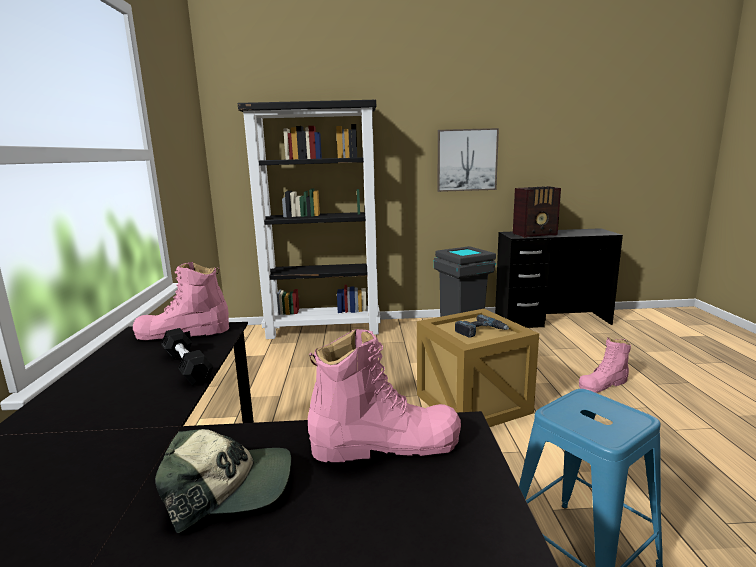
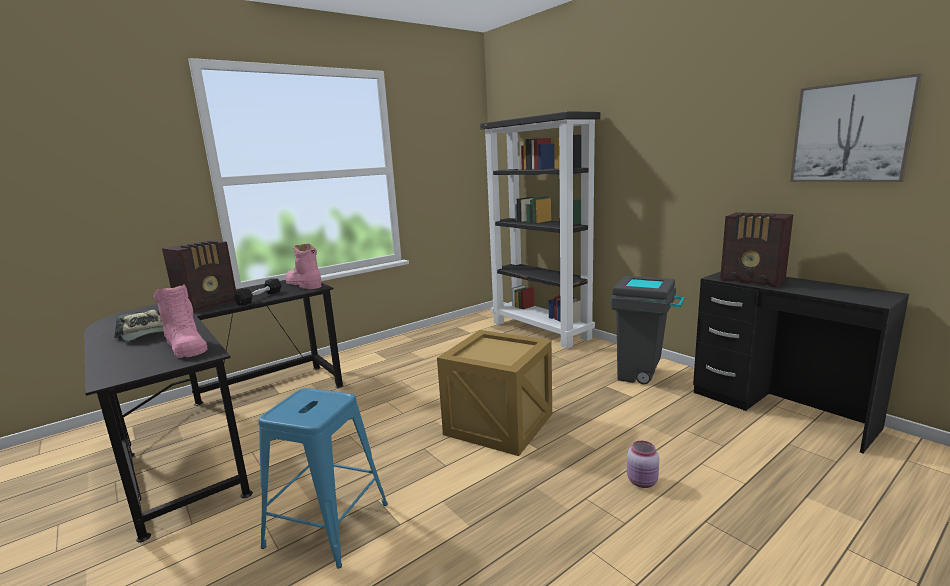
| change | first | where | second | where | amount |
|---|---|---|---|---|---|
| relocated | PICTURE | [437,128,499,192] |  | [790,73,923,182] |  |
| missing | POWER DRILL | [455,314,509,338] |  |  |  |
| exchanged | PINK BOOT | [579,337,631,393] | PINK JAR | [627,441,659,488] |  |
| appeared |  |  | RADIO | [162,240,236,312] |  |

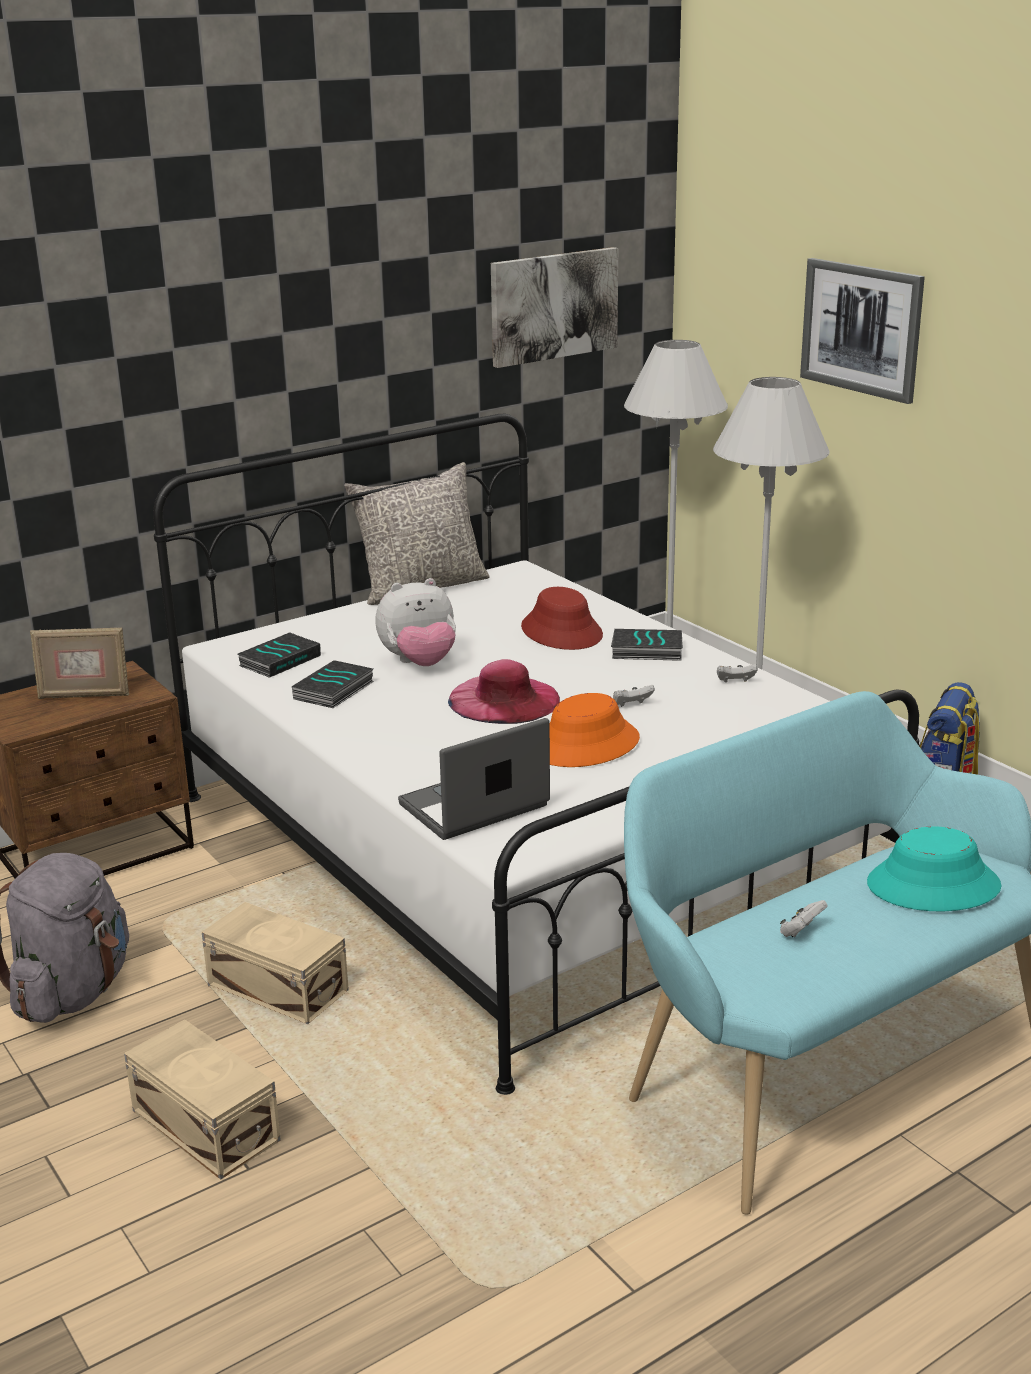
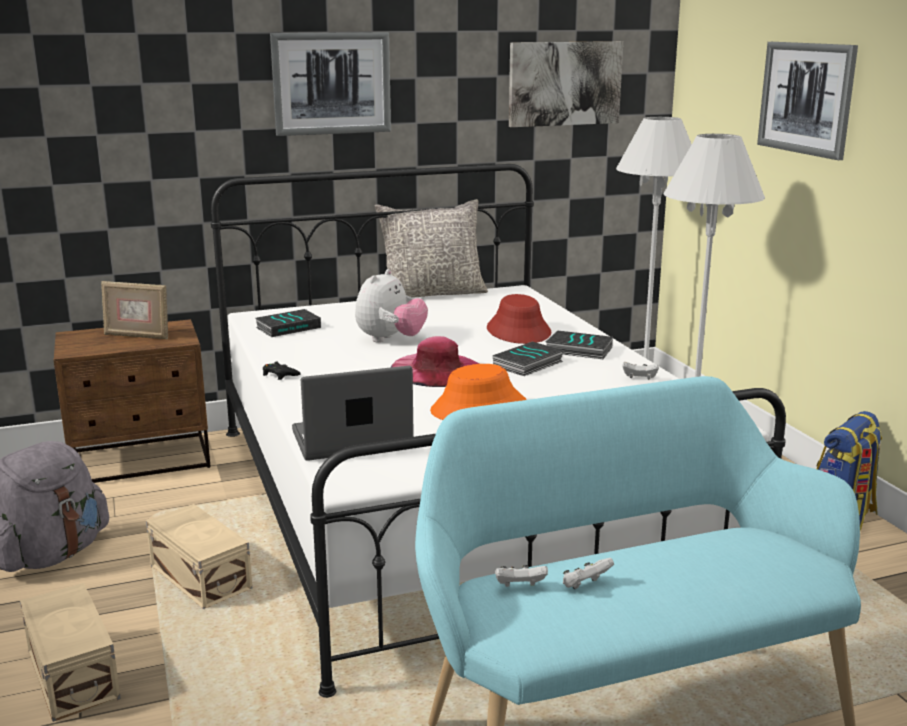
| change | first | where | second | where | amount |
|---|---|---|---|---|---|
| spun | PLUSH TOY | [375,578,456,666] |  | [355,269,428,342] | 60 degrees counterclockwise |
| relocated | BOOK | [292,660,374,708] |  | [493,342,564,376] |  |
| relocated | WHITE GAME CONTROLLER | [613,685,655,707] |  | [495,565,548,587] |  |
| missing | TURQUOISE HAT | [867,827,1001,911] |  |  |  |
| appeared |  |  | PICTURE | [270,32,391,136] |  |
| appeared |  |  | BLACK GAME CONTROLLER | [263,362,301,380] |  |

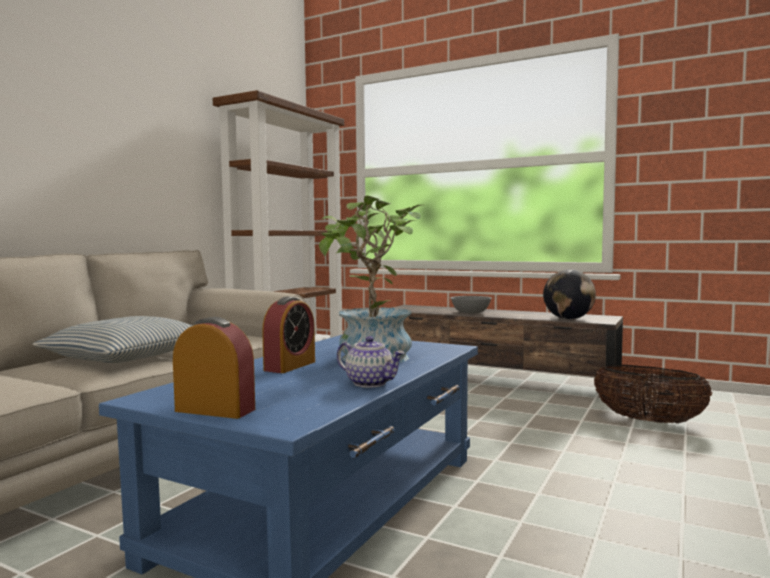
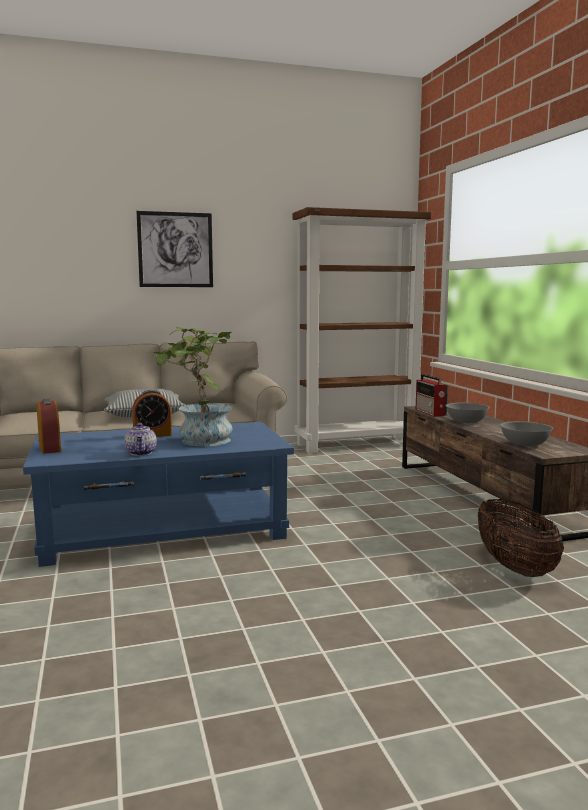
| change | first | where | second | where | amount |
|---|---|---|---|---|---|
| exchanged | GLOBE | [543,269,596,319] | GREY BOWL | [500,421,554,446] |  |
| appeared |  |  | PICTURE | [136,211,213,287] |  |
| appeared |  |  | RADIO | [415,374,448,417] |  |

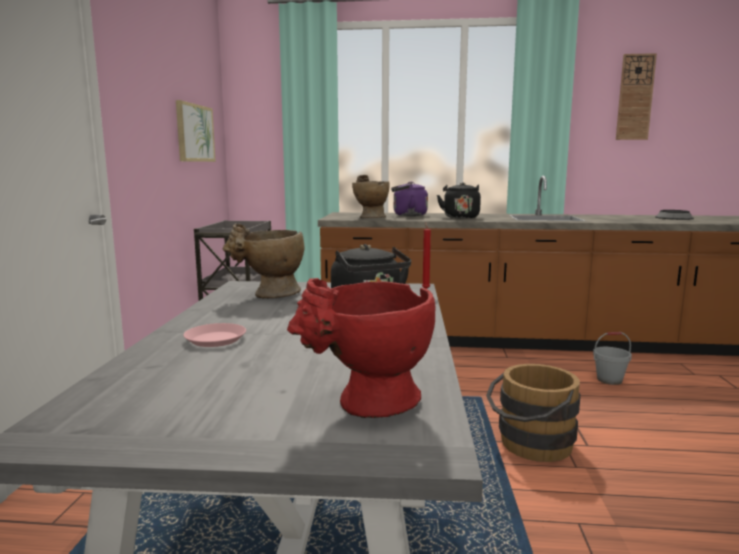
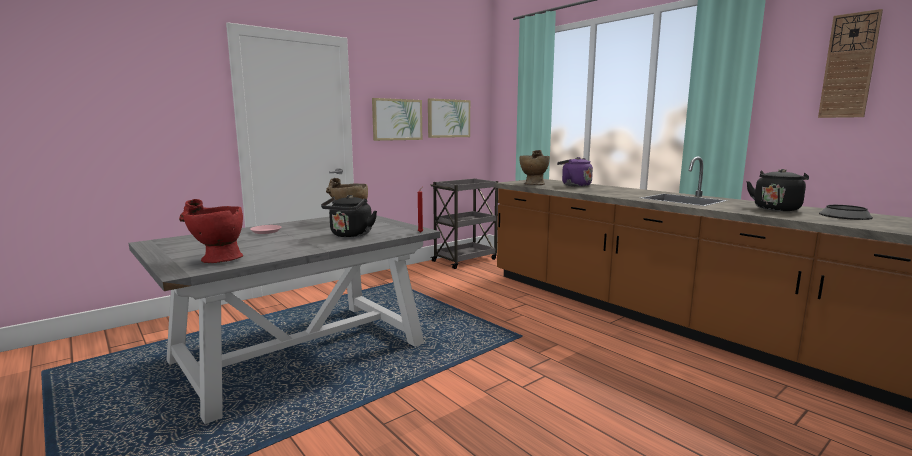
| change | first | where | second | where | amount |
|---|---|---|---|---|---|
| relocated | BLACK KETTLE | [437,182,481,219] |  | [746,169,809,211] |  |
| missing | GREY BUCKET | [593,332,632,385] |  |  |  |
| missing | BROWN BUCKET | [486,364,580,462] |  |  |  |
| appeared |  |  | PICTURE | [372,98,422,141] |  |

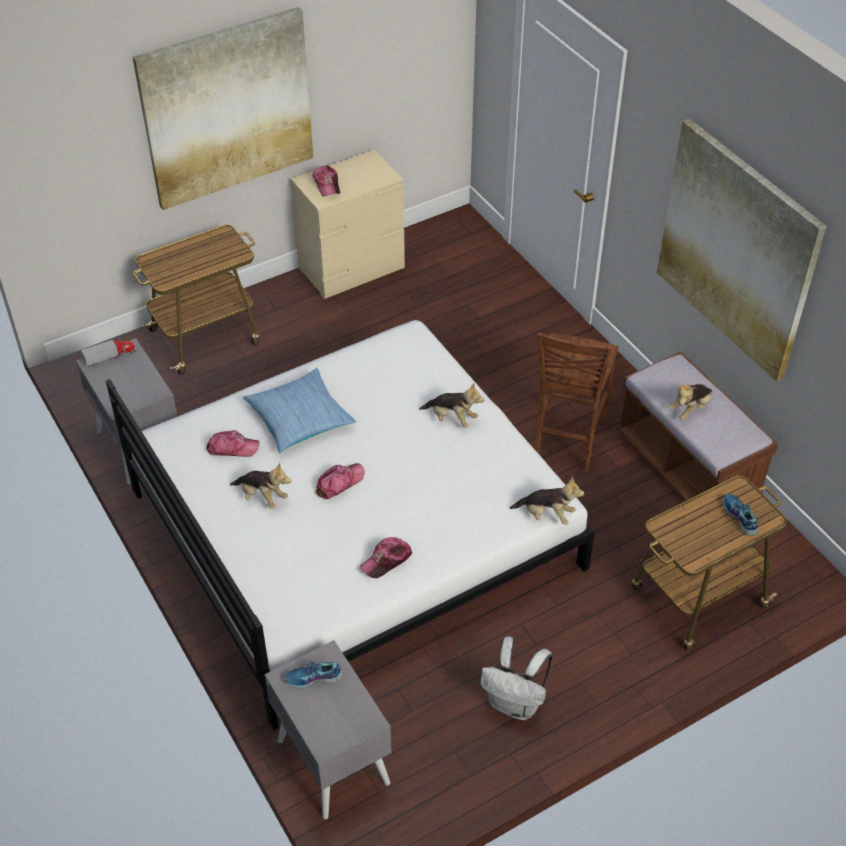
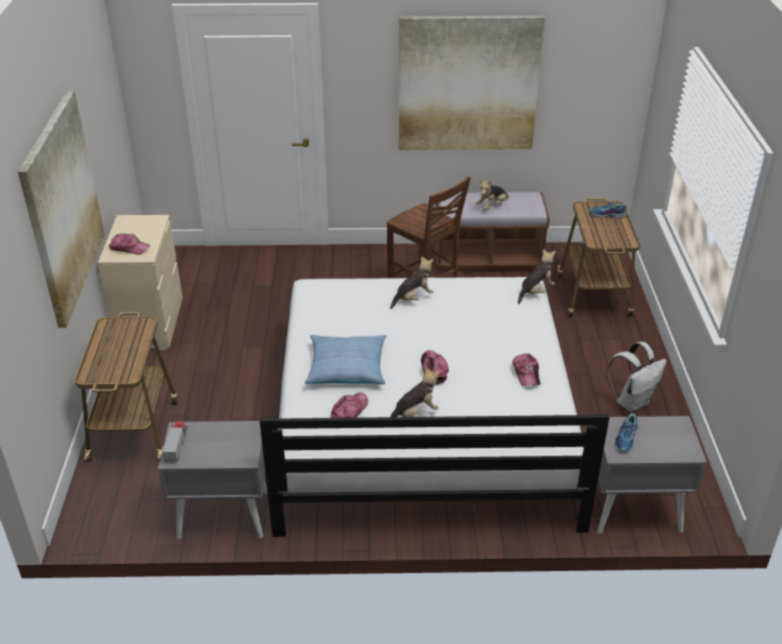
| change | first | where | second | where | amount |
|---|---|---|---|---|---|
| spun | PLUSH TOY | [669,384,712,420] |  | [476,181,509,210] | 60 degrees clockwise |

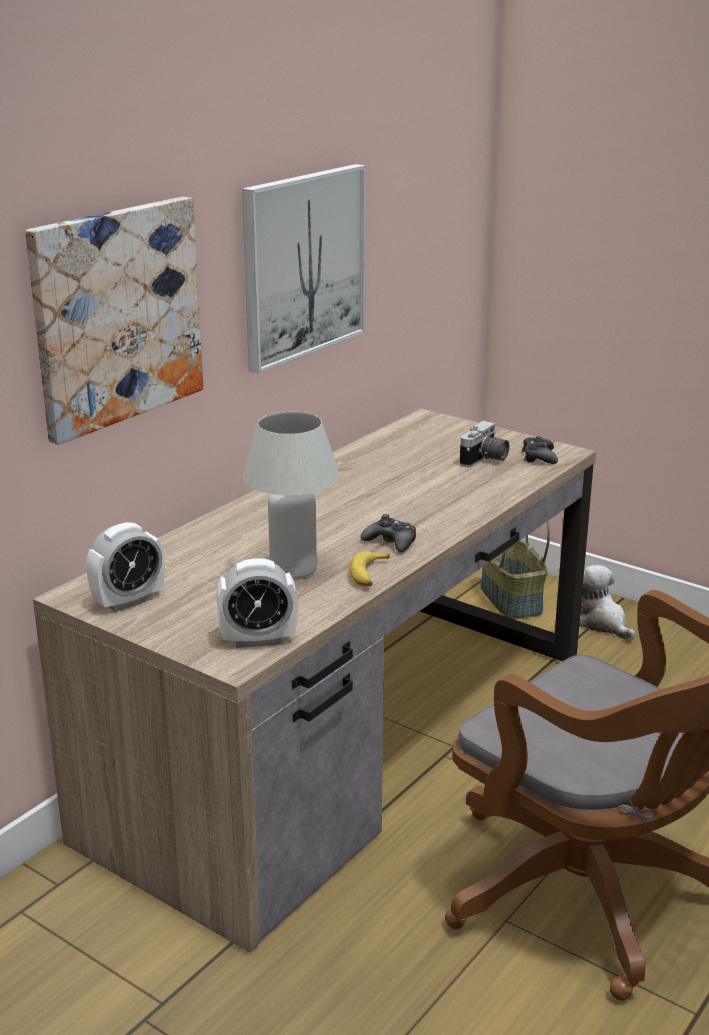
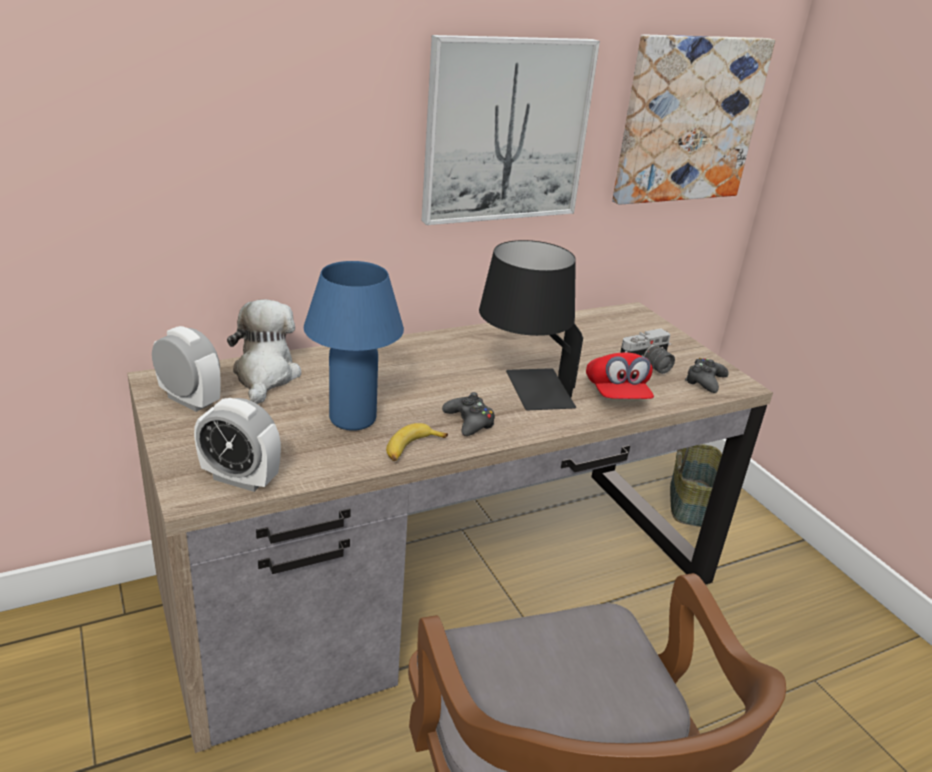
| change | first | where | second | where | amount |
|---|---|---|---|---|---|
| relocated | PICTURE | [25,197,203,445] |  | [612,34,775,205] |  |
| colour | WHITE TABLE LAMP | [243,412,339,580] | BLUE TABLE LAMP | [304,261,404,431] |  |
| spun | ALARM CLOCK | [86,522,165,612] |  | [152,326,221,412] | 135 degrees counterclockwise |
| relocated | PLUSH TOY | [579,565,635,640] |  | [227,299,301,404] |  |
| appeared |  |  | BLACK TABLE LAMP | [479,240,583,410] |  |
| appeared |  |  | RED CAP | [586,353,654,399] |  |

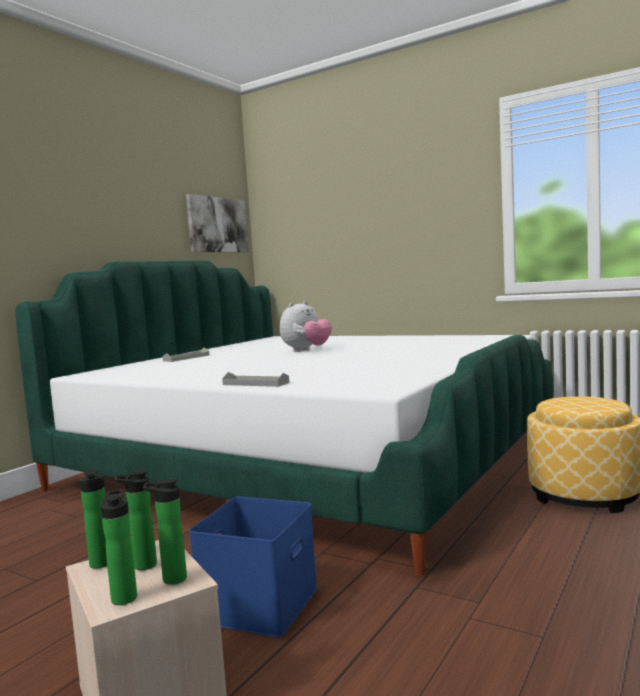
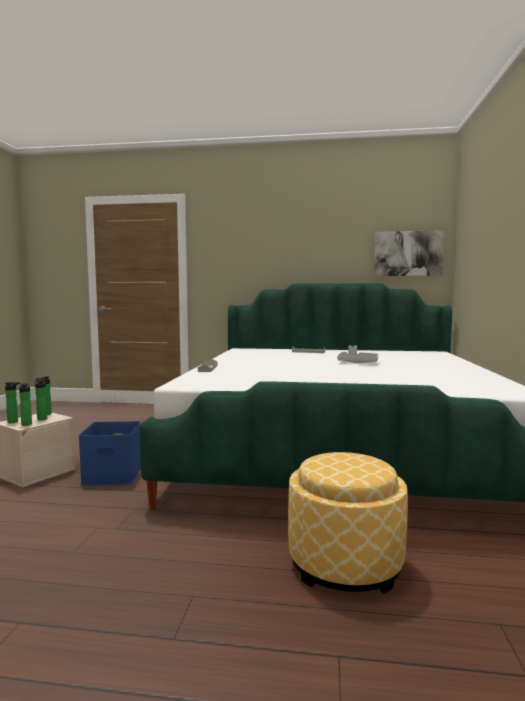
| change | first | where | second | where | amount |
|---|---|---|---|---|---|
| exchanged | PLUSH TOY | [280,301,332,352] | GREY TRAY | [337,345,378,363] |  |

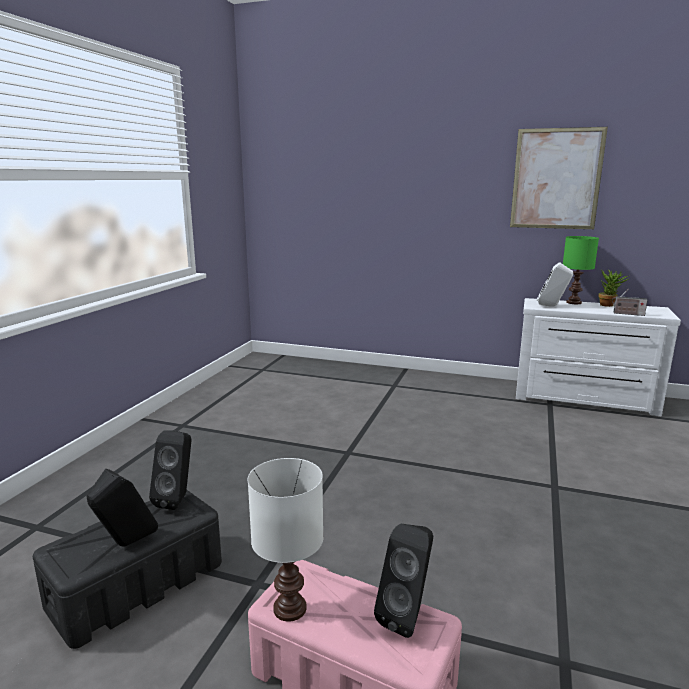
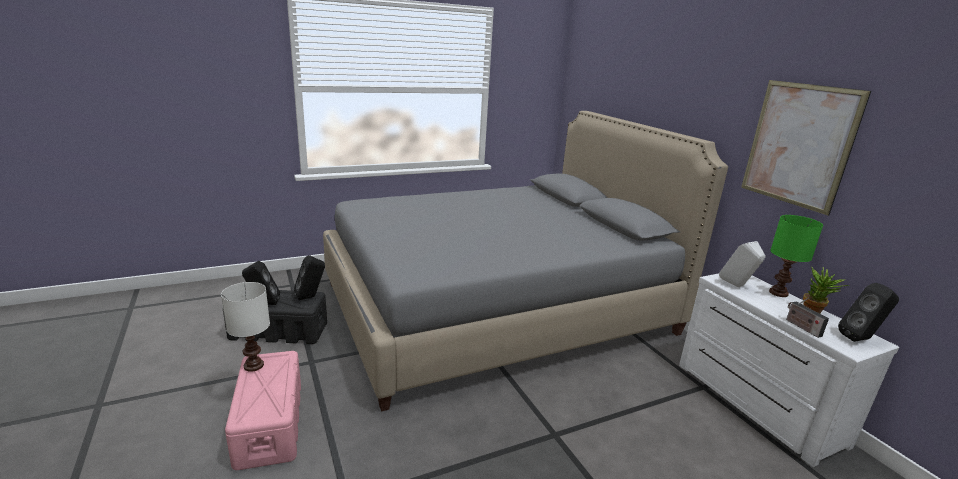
| change | first | where | second | where | amount |
|---|---|---|---|---|---|
| relocated | BLACK SPEAKER | [374,523,433,638] |  | [838,283,899,342] |  |
| appeared |  |  | GREY BED | [323,111,728,412] |  |

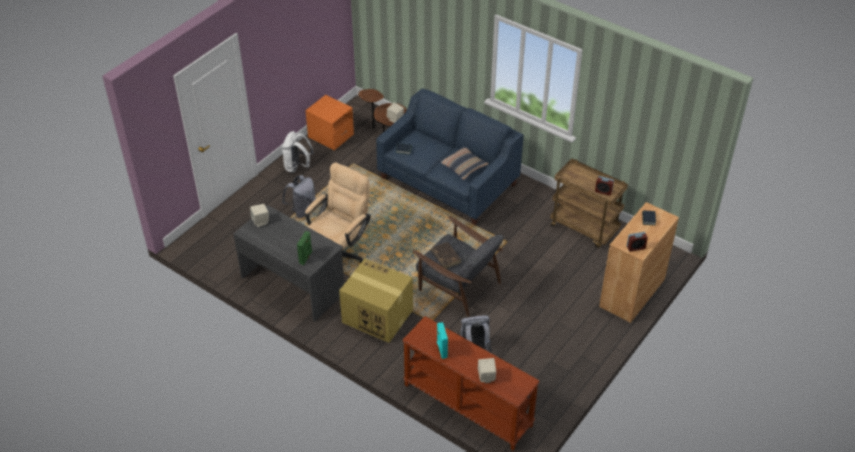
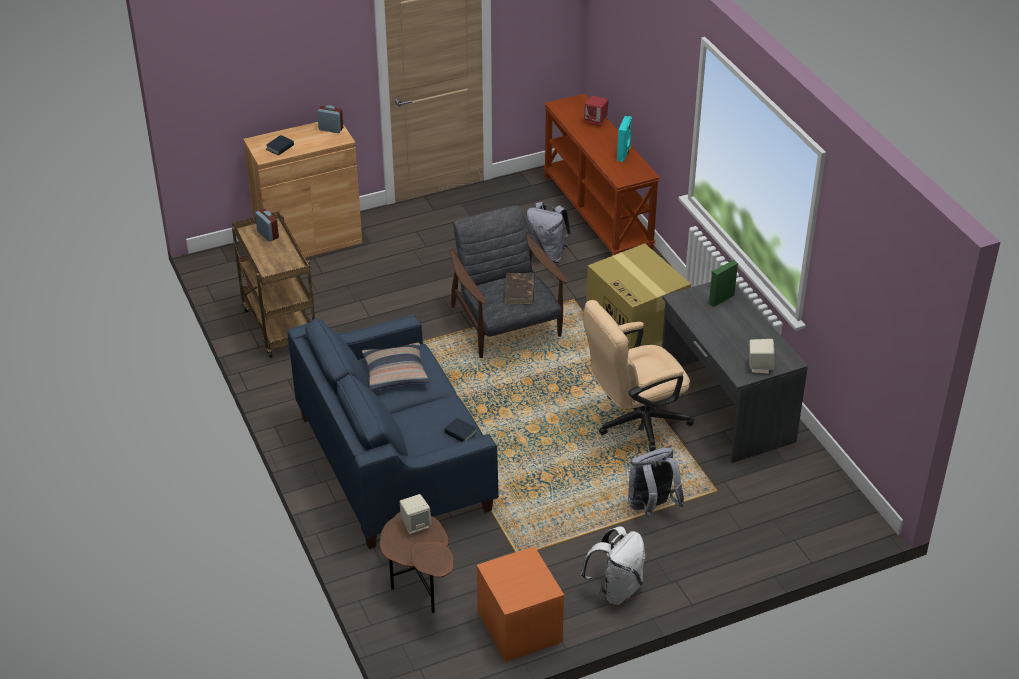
| change | first | where | second | where | amount |
|---|---|---|---|---|---|
| colour | BEIGE SPEAKER | [478,358,496,383] | RED SPEAKER | [584,96,609,126] |  |

